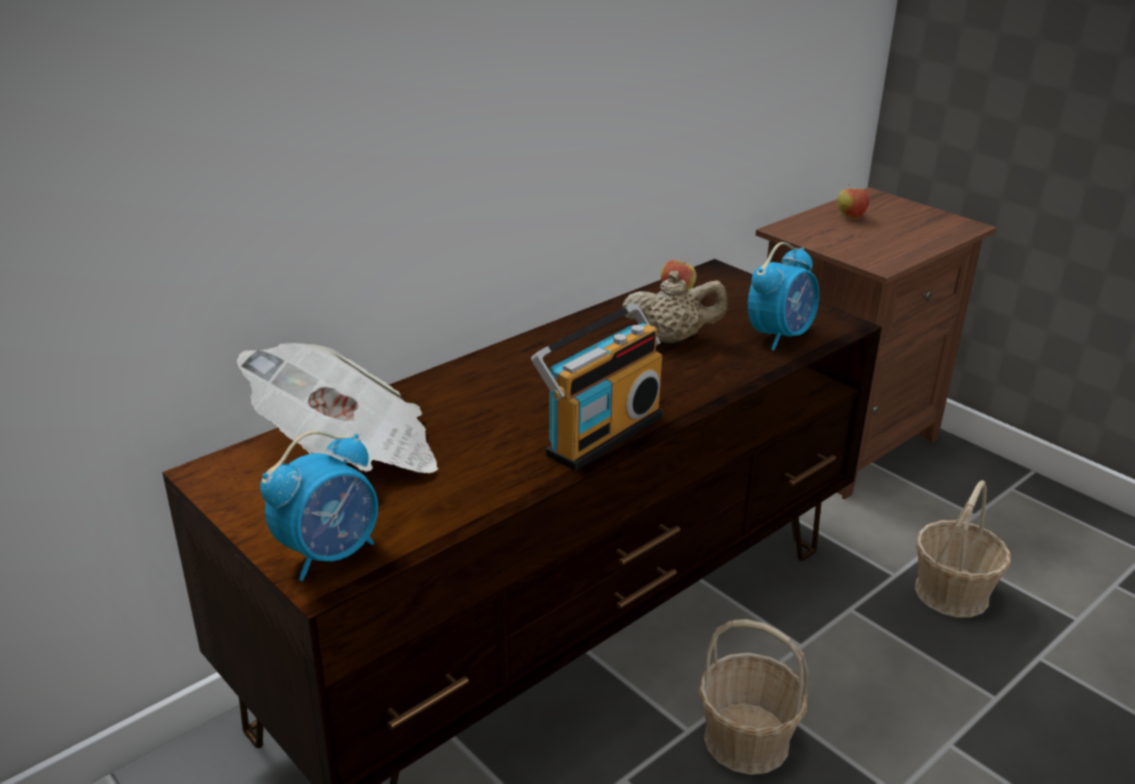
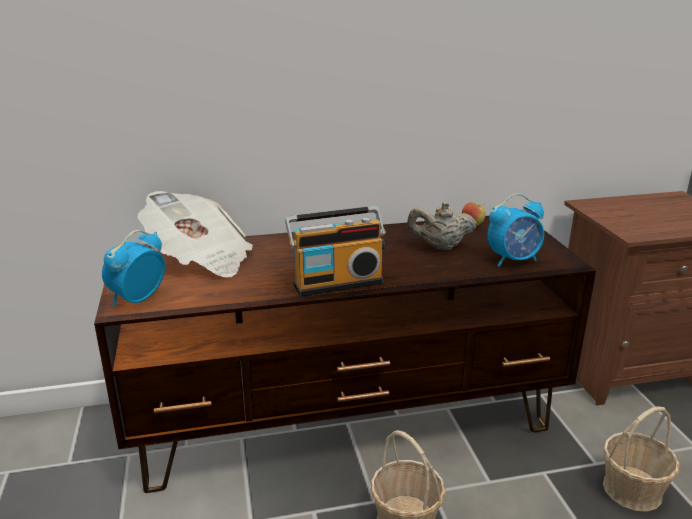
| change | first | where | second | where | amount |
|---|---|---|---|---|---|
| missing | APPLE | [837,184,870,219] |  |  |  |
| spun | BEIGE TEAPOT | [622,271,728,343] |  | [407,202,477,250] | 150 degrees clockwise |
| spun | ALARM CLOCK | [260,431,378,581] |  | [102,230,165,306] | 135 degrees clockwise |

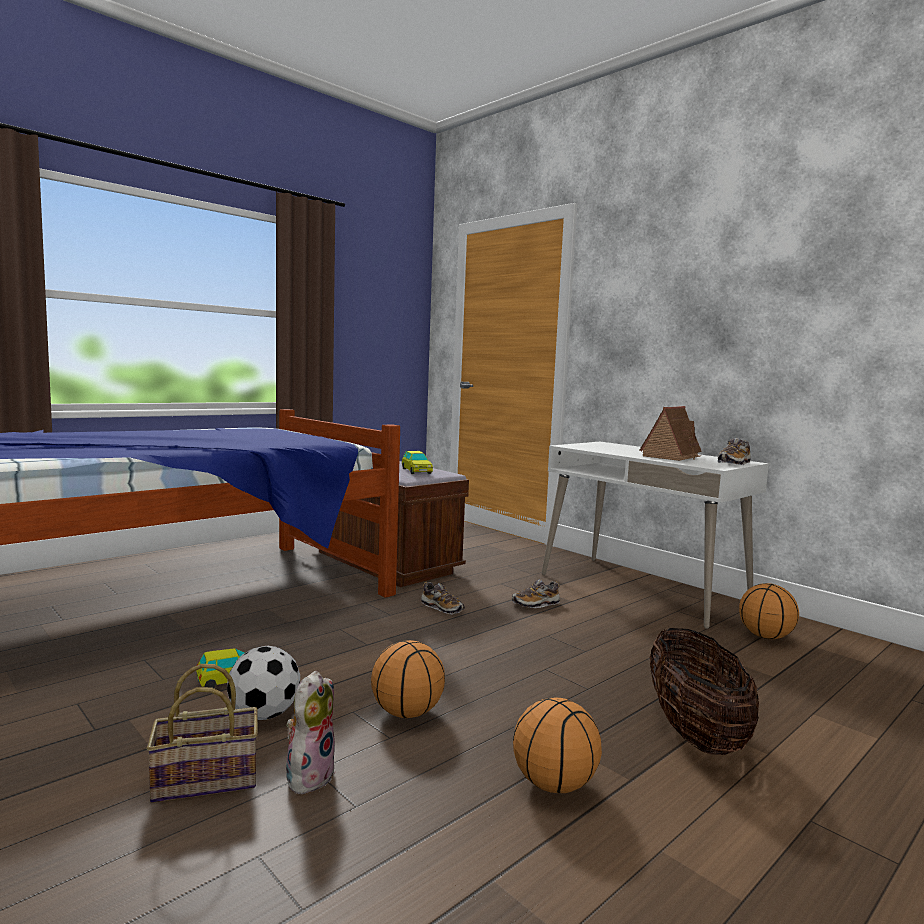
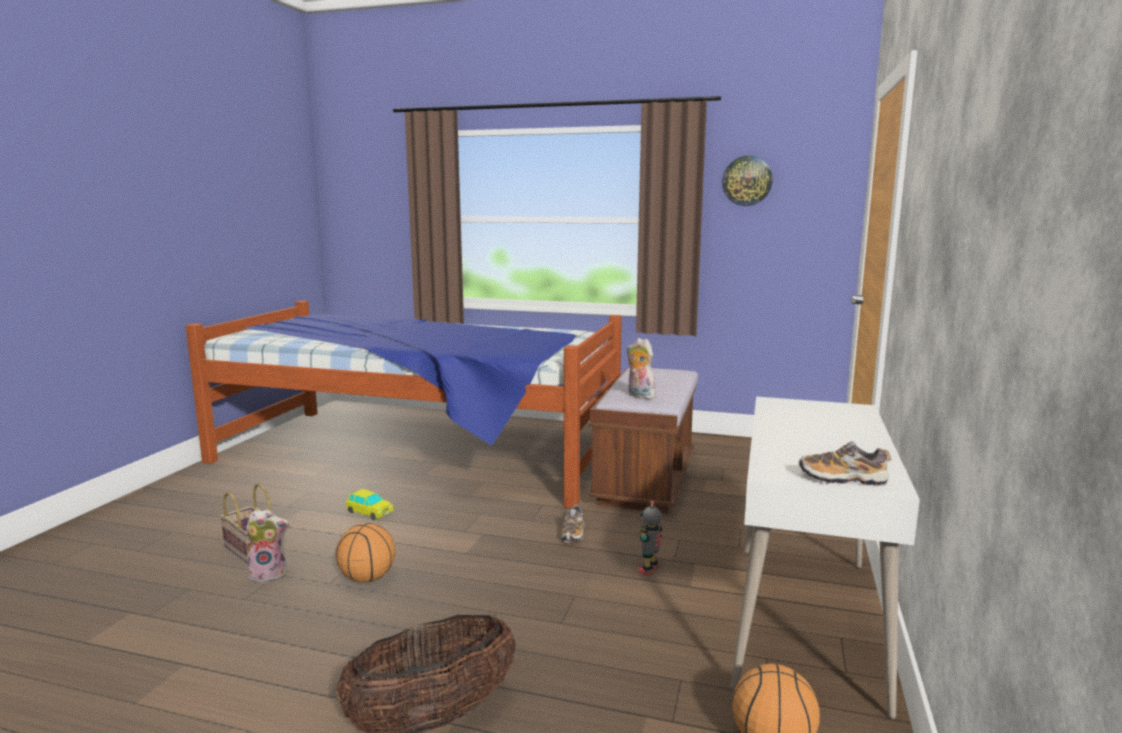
| change | first | where | second | where | amount |
|---|---|---|---|---|---|
| missing | TOY HOUSE | [640,406,702,461] |  |  |  |
| exchanged | TOY CAR | [402,451,433,474] | PLUSH TOY | [626,338,656,399] |  |
| exchanged | SHOE | [512,580,560,608] | TOY ROBOT | [638,501,662,575] |  |
| missing | FOOTBALL | [227,646,300,720] |  |  |  |
| missing | BASKETBALL | [513,698,602,793] |  |  |  |
| appeared |  |  | WALL CLOCK | [722,156,773,206] |  |

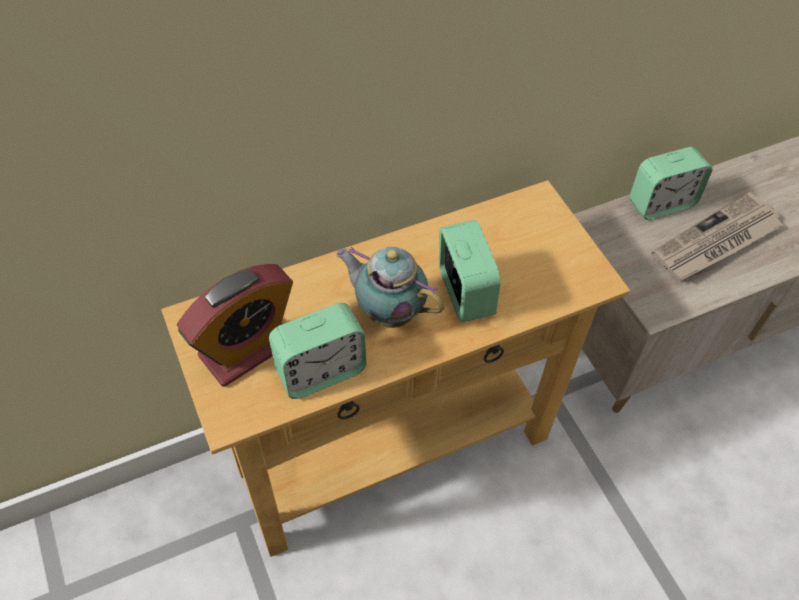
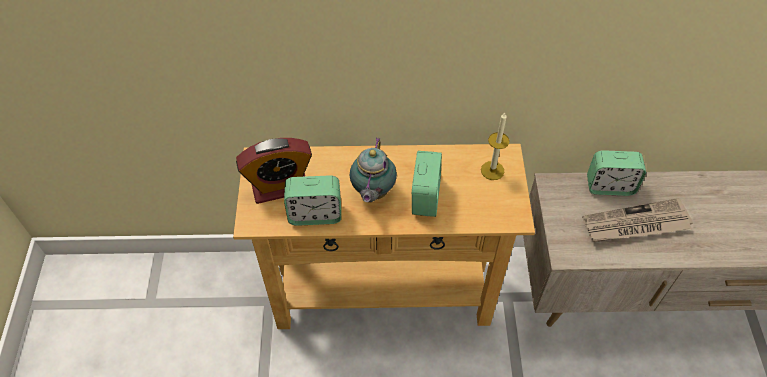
| change | first | where | second | where | amount |
|---|---|---|---|---|---|
| spun | TEAPOT | [336,247,444,328] |  | [350,138,397,202] | 135 degrees counterclockwise |
| appeared |  |  | CANDLE | [481,113,509,180] |  |

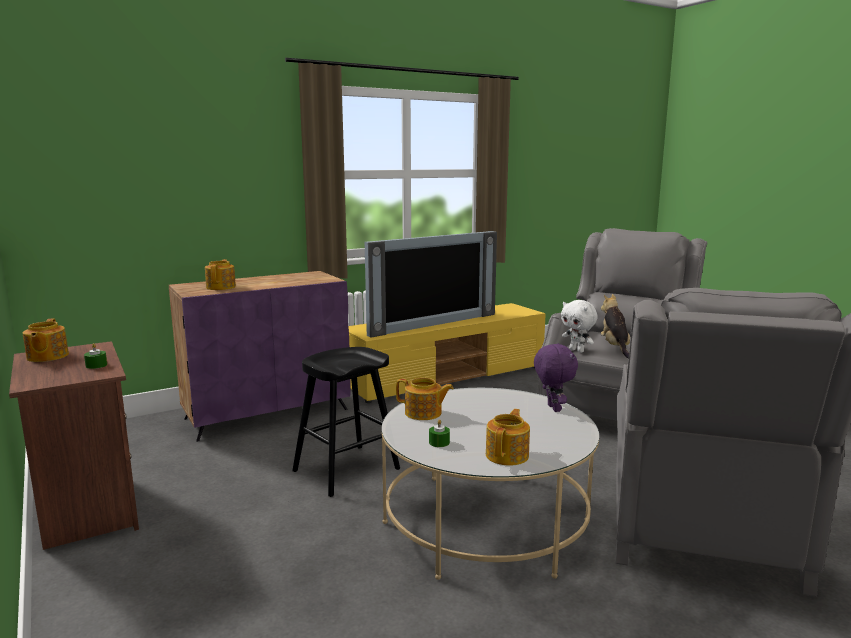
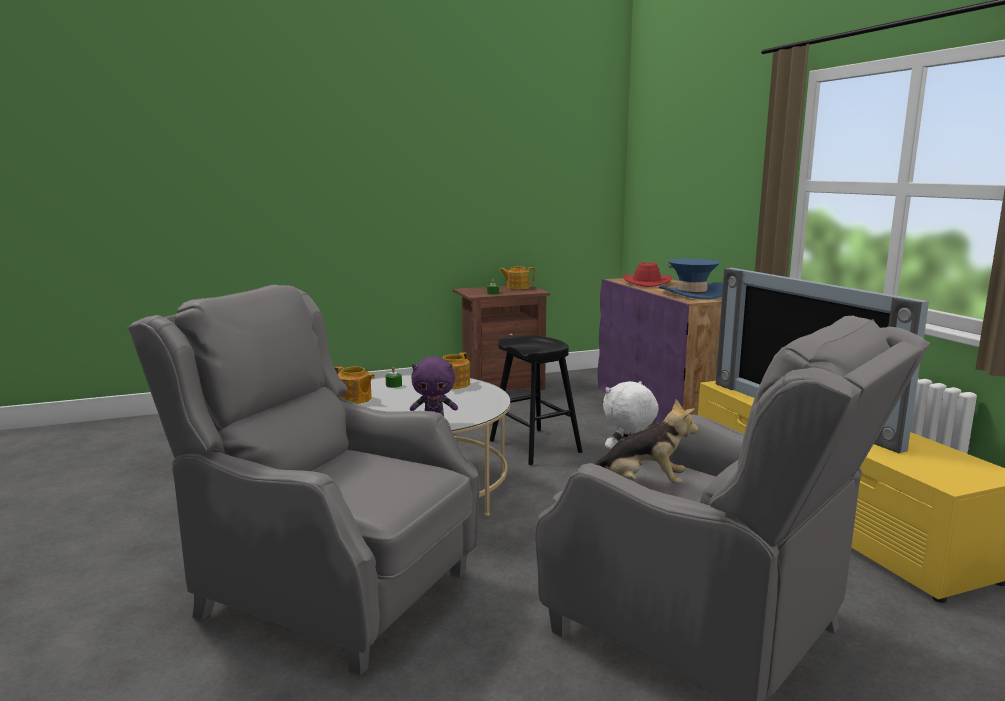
| change | first | where | second | where | amount |
|---|---|---|---|---|---|
| exchanged | TEAPOT | [205,259,236,290] | RED HAT | [622,262,672,287] |  |
| appeared |  |  | BLUE HAT | [659,259,723,299] |  |

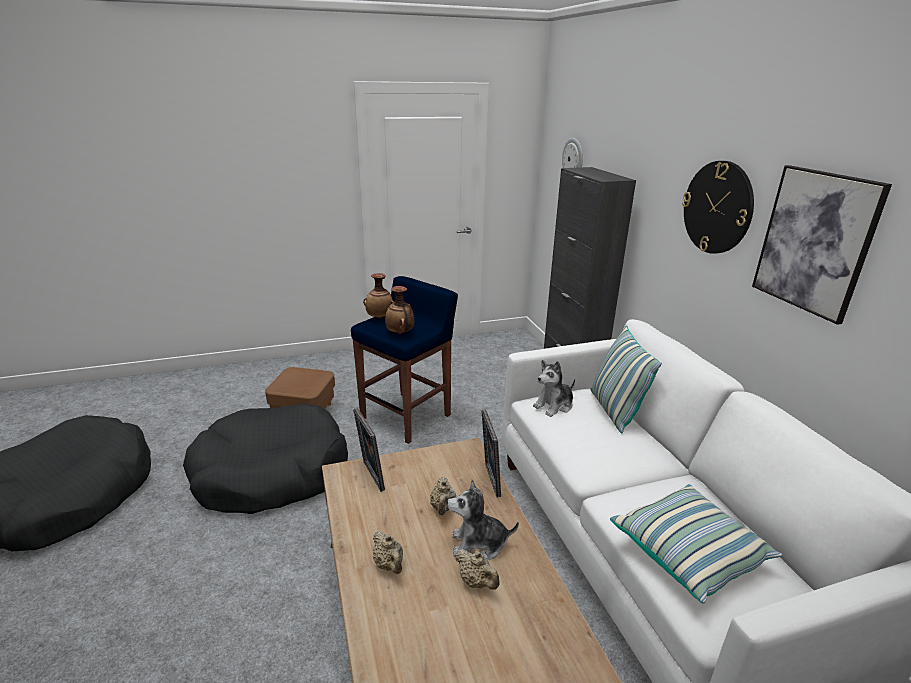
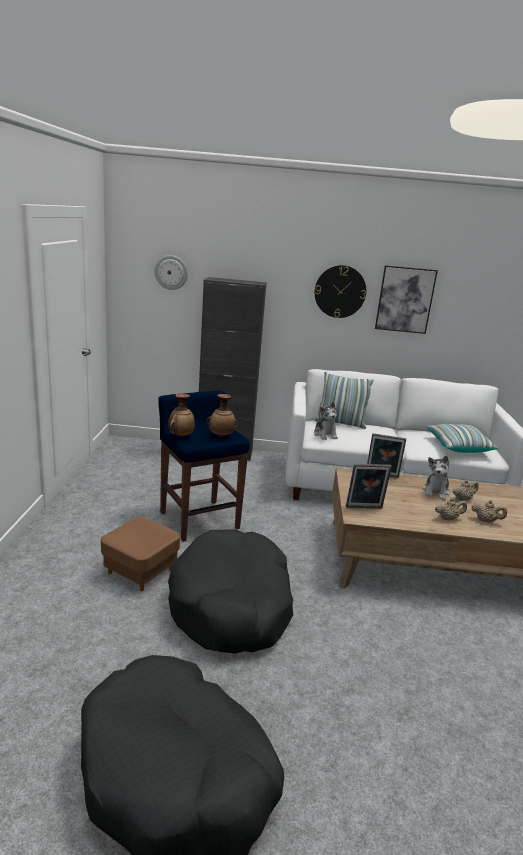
| change | first | where | second | where | amount |
|---|---|---|---|---|---|
| relocated | BEIGE TEAPOT | [430,477,456,515] |  | [472,500,507,522] |  |

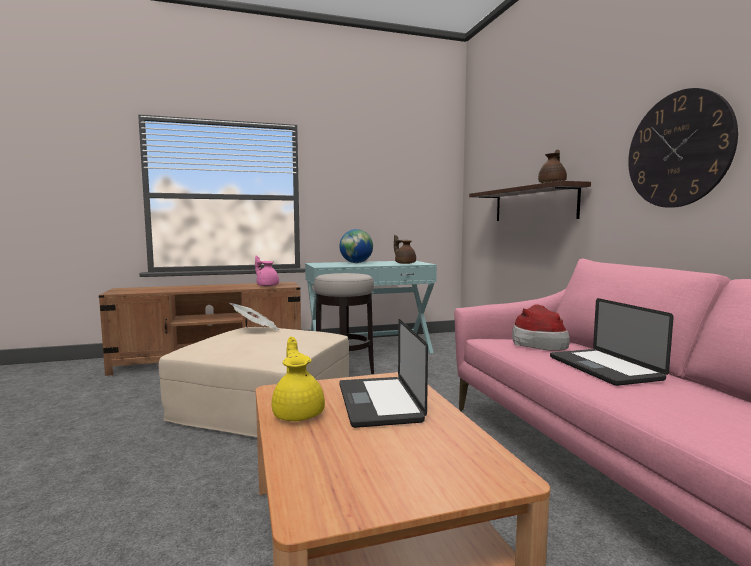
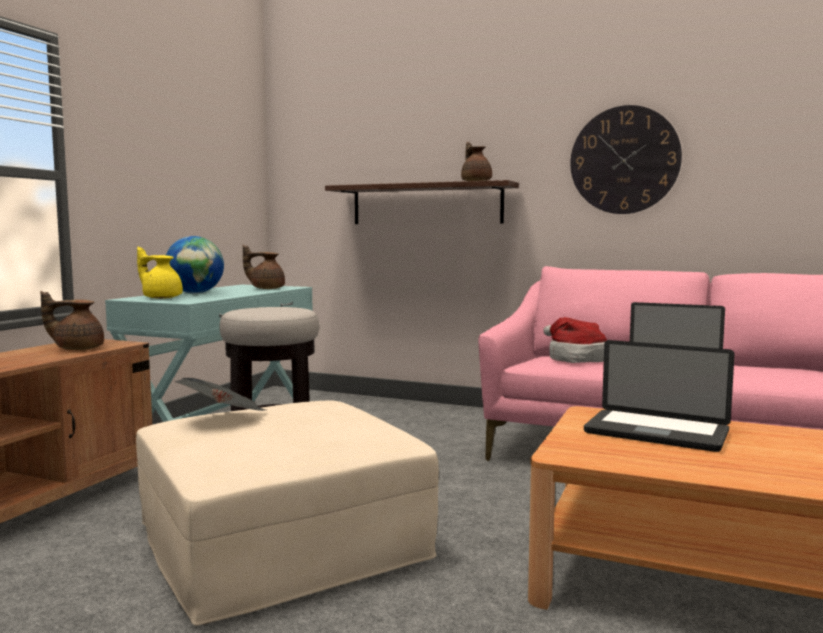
| change | first | where | second | where | amount |
|---|---|---|---|---|---|
| colour | PINK TEAPOT | [255,256,279,286] | BROWN TEAPOT | [40,291,104,350] |  |
| relocated | YELLOW TEAPOT | [272,337,325,421] |  | [137,247,183,299] |  |

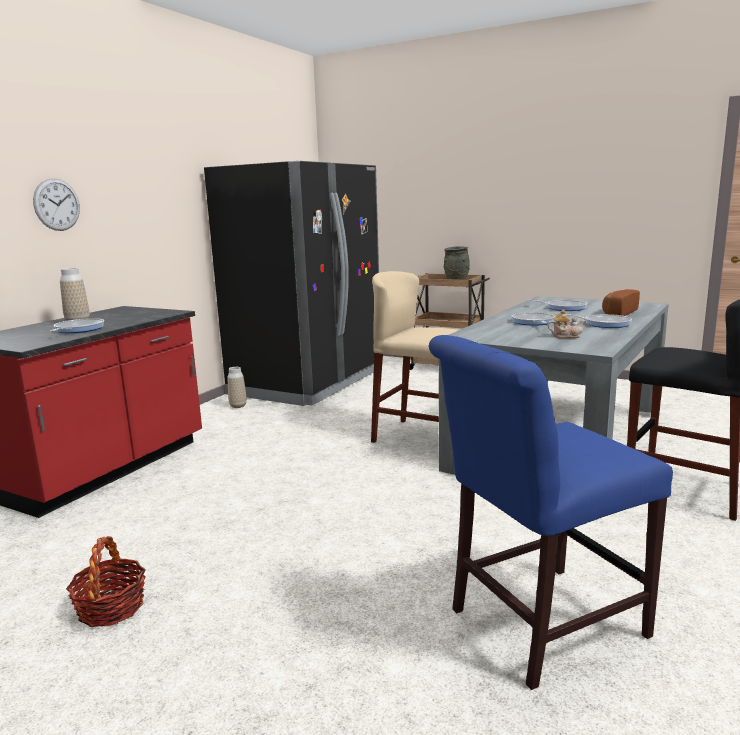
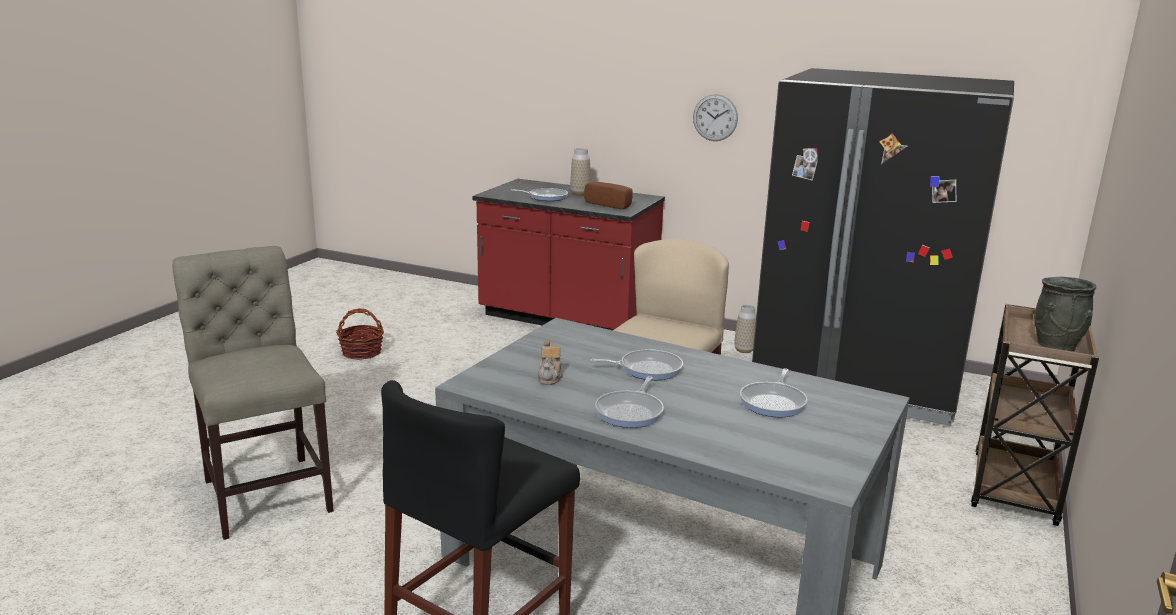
| change | first | where | second | where | amount |
|---|---|---|---|---|---|
| relocated | WALL CLOCK | [33,178,80,231] |  | [693,94,738,141] |  |
| relocated | BREAD | [602,289,640,316] |  | [584,182,633,209] |  |
| colour | BLUE CHAIR | [429,335,673,690] | BEIGE CHAIR | [173,246,334,540] |  |

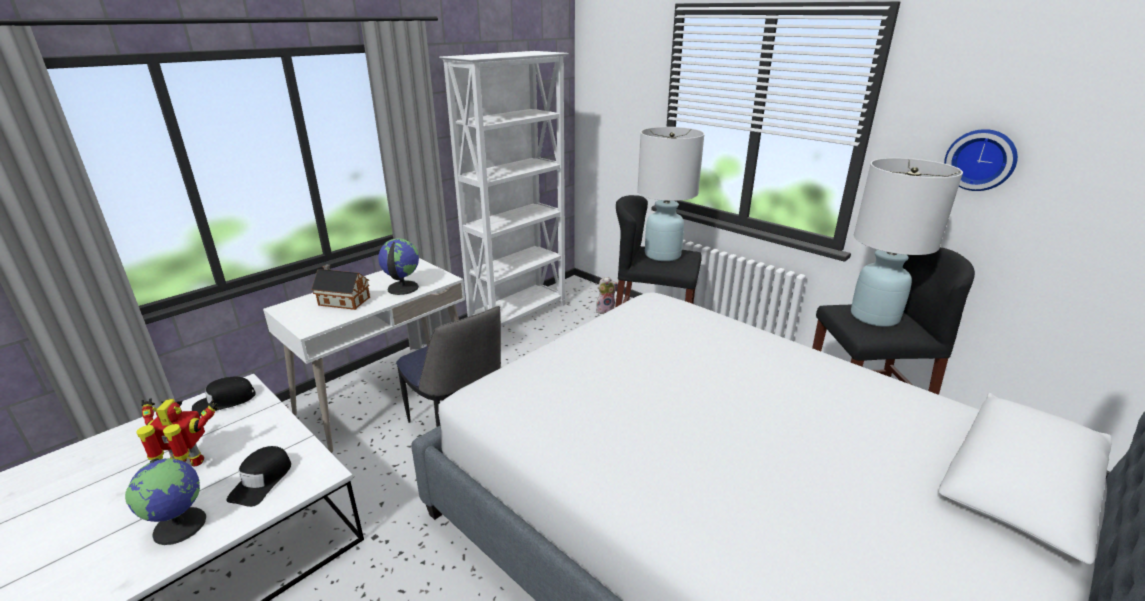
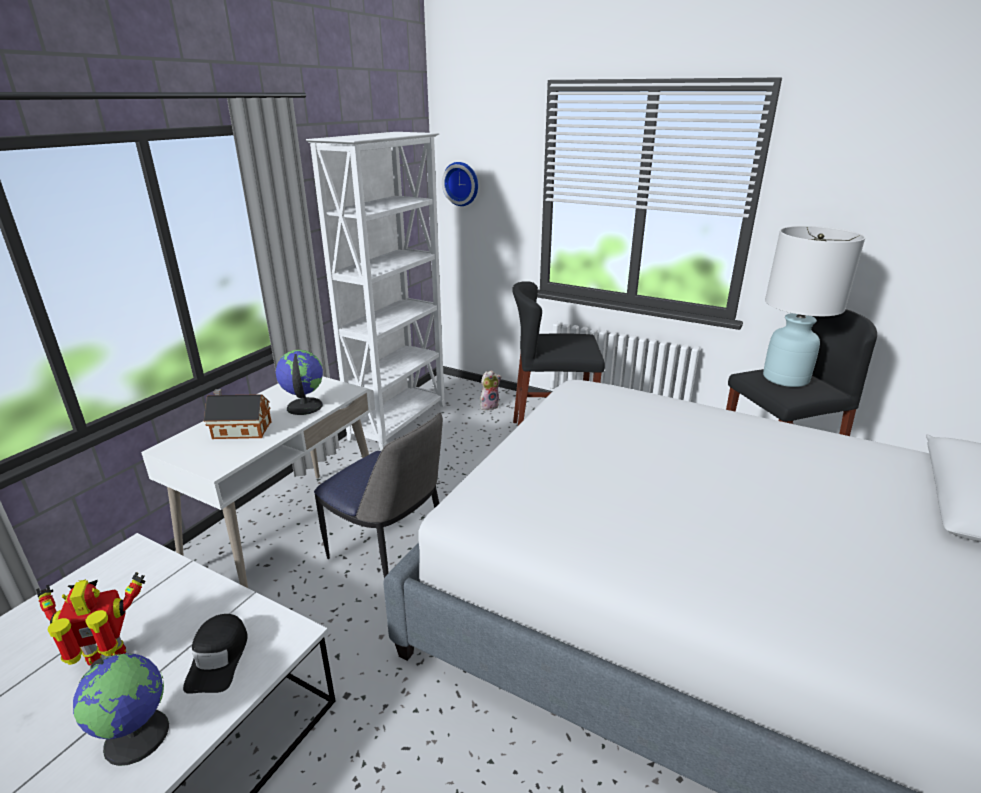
| change | first | where | second | where | amount |
|---|---|---|---|---|---|
| missing | WHITE TABLE LAMP | [637,127,705,261] |  |  |  |
| relocated | WALL CLOCK | [944,129,1018,191] |  | [442,162,478,206] |  |
| missing | BLACK CAP | [192,377,256,416] |  |  |  |

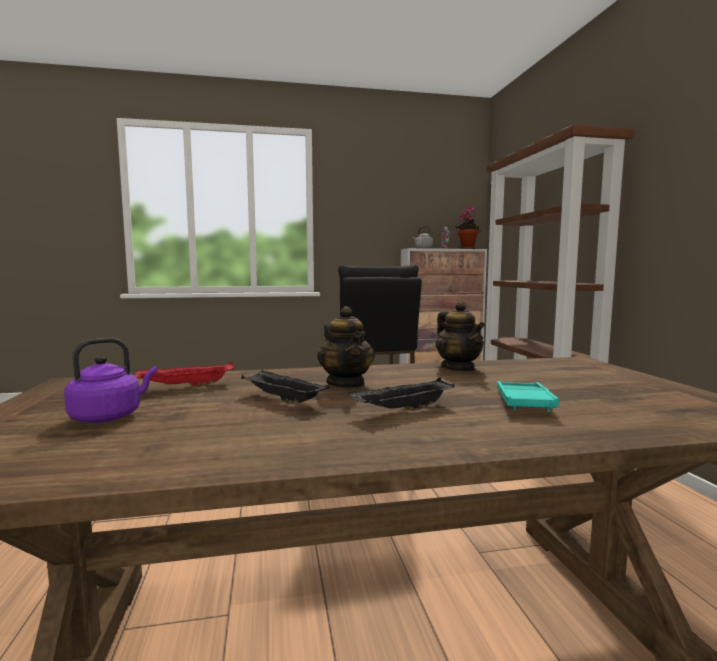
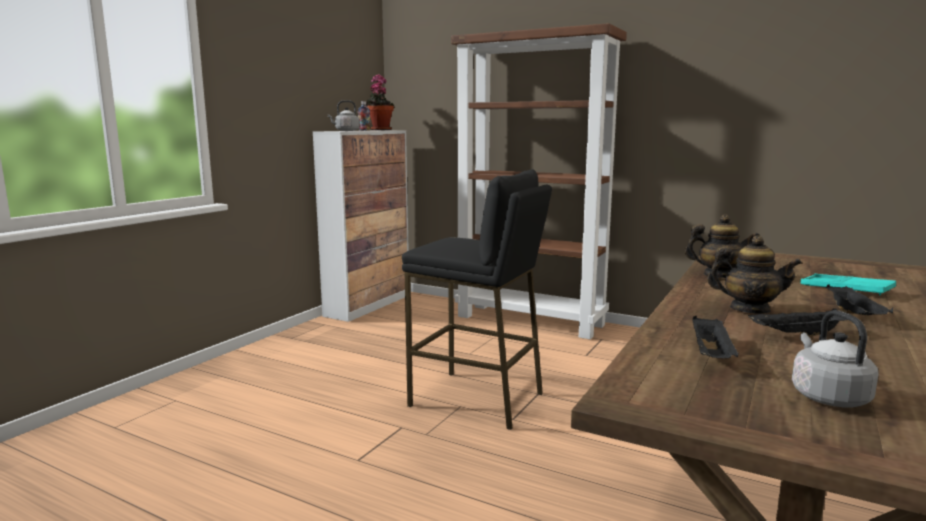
| change | first | where | second | where | amount |
|---|---|---|---|---|---|
| colour | PURPLE KETTLE | [64,338,157,423] | GREY KETTLE | [792,310,879,408] |  |
| colour | RED TRAY | [136,362,235,388] | BLACK TRAY | [693,316,739,358] |  |

